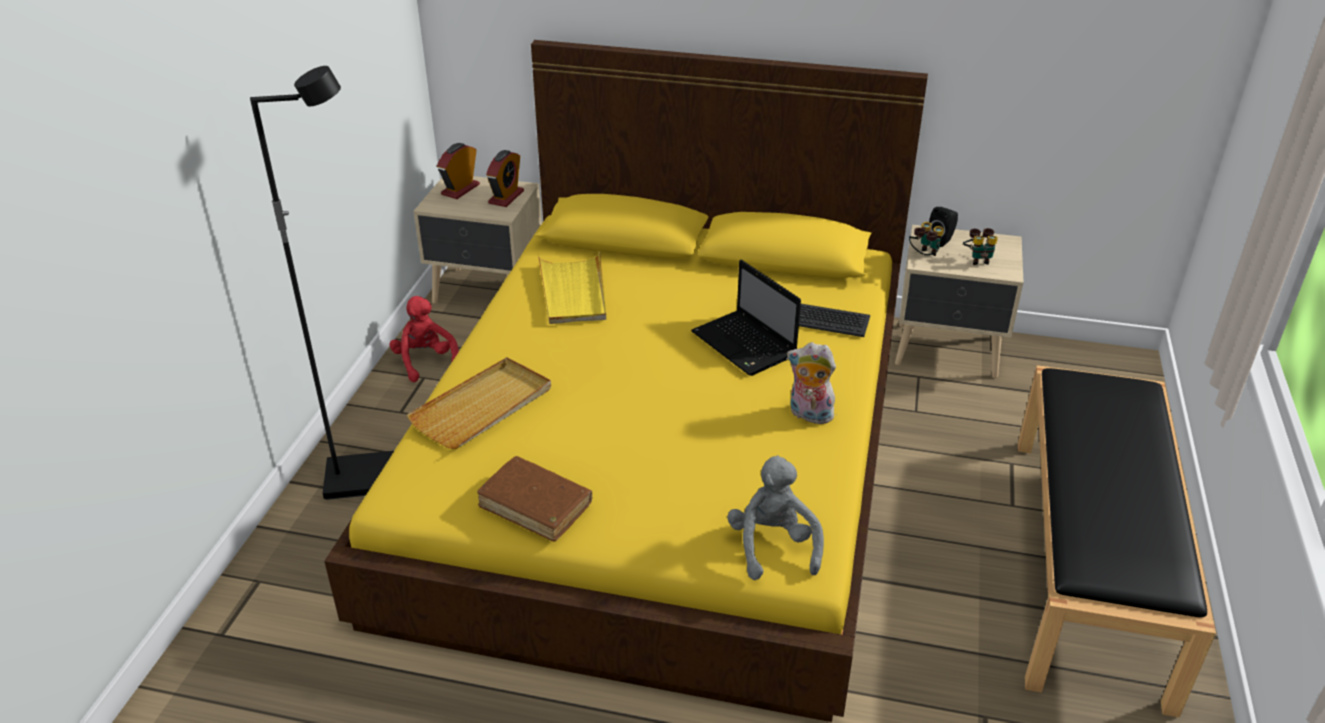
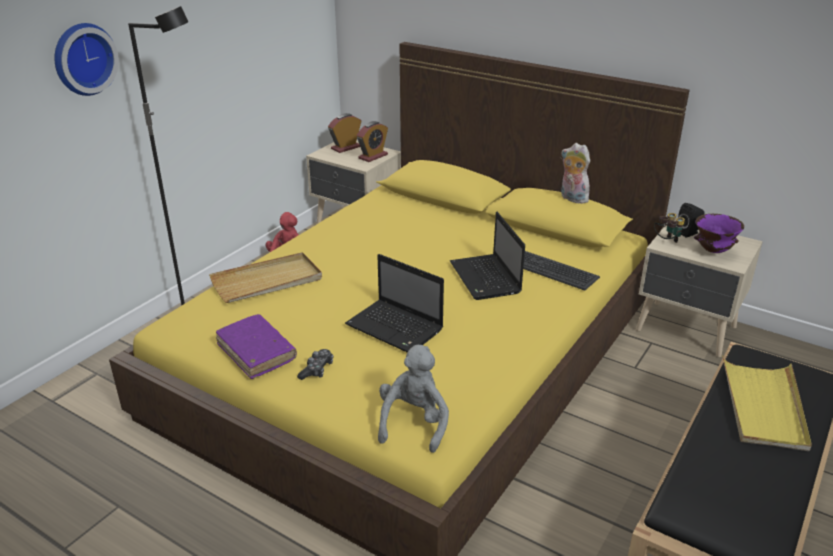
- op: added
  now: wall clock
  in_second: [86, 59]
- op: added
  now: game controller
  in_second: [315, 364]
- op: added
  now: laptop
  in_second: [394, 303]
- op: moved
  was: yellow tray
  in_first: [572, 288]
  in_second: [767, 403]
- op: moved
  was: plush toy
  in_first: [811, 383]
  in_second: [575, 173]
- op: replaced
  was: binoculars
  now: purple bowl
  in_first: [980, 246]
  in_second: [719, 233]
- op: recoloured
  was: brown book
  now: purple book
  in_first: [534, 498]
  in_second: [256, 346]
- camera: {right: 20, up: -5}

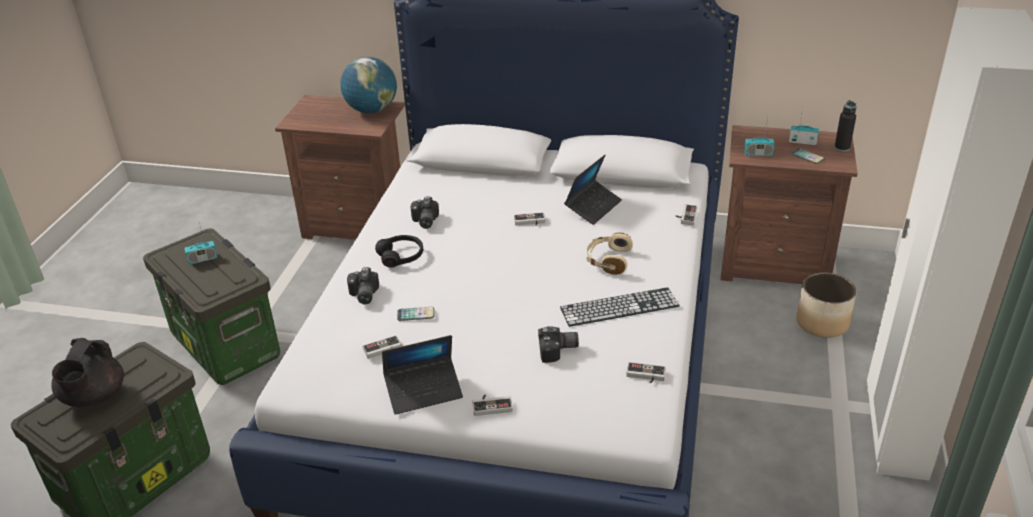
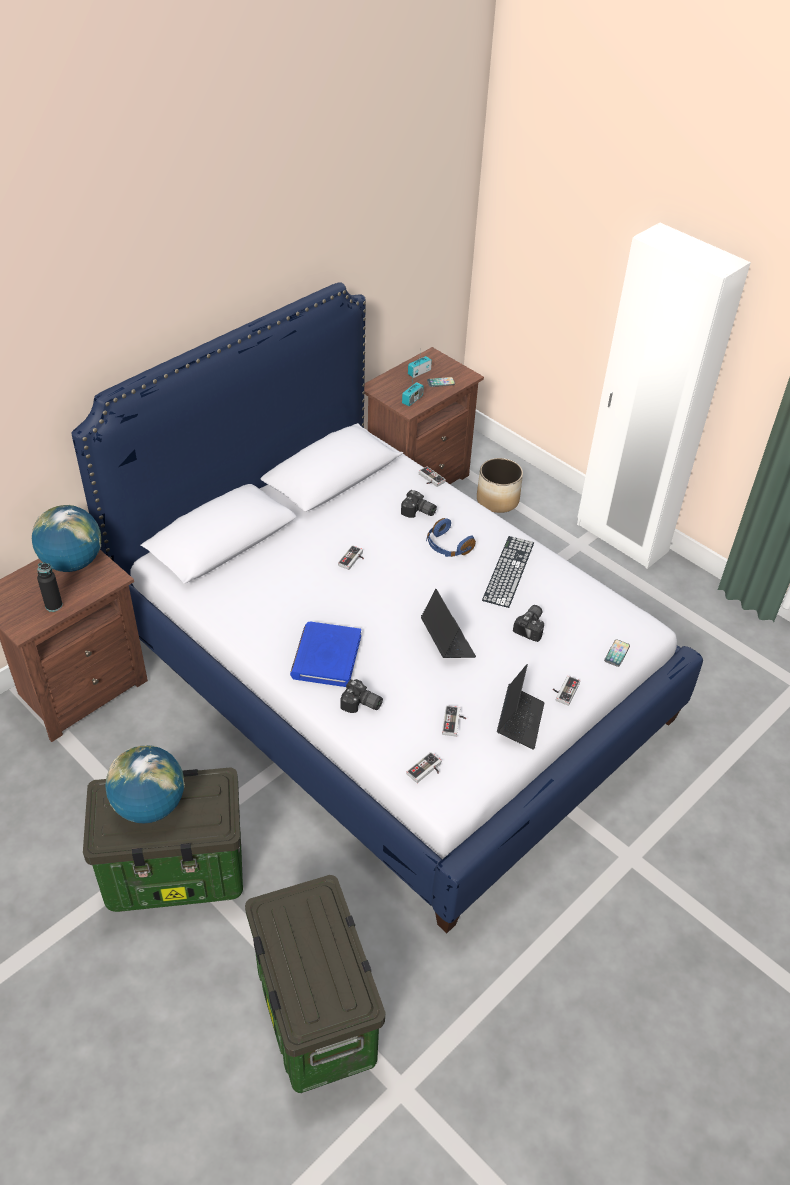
- op: removed
  was: black teapot
  in_first: [87, 372]
- op: moved
  was: phone
  in_first: [416, 314]
  in_second: [617, 653]
- op: moved
  was: photo camera
  in_first: [425, 212]
  in_second: [419, 504]
- op: moved
  was: laptop
  in_first: [593, 190]
  in_second: [448, 623]
- op: moved
  was: game controller
  in_first: [646, 372]
  in_second: [423, 767]
- op: moved
  was: black bottle
  in_first: [845, 126]
  in_second: [50, 587]
- op: replaced
  was: radio
  now: globe
  in_first: [201, 242]
  in_second: [145, 784]
- op: replaced
  was: black headphones
  now: blue book
  in_first: [399, 251]
  in_second: [325, 654]
- op: recoloured
  was: beige headphones
  now: blue headphones
  in_first: [610, 254]
  in_second: [451, 537]
- camera: {right: -60, up: 10}

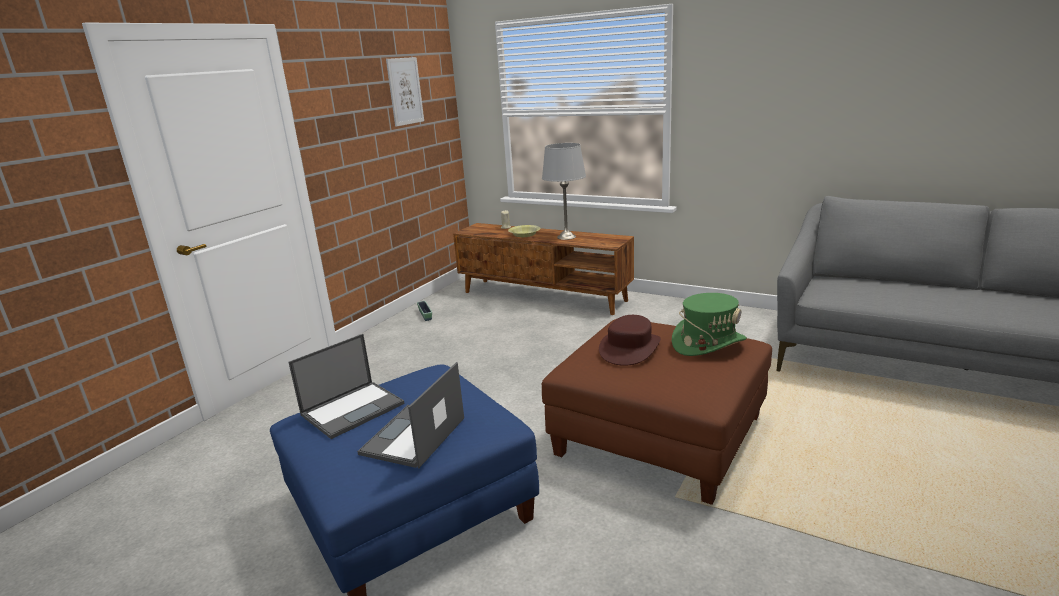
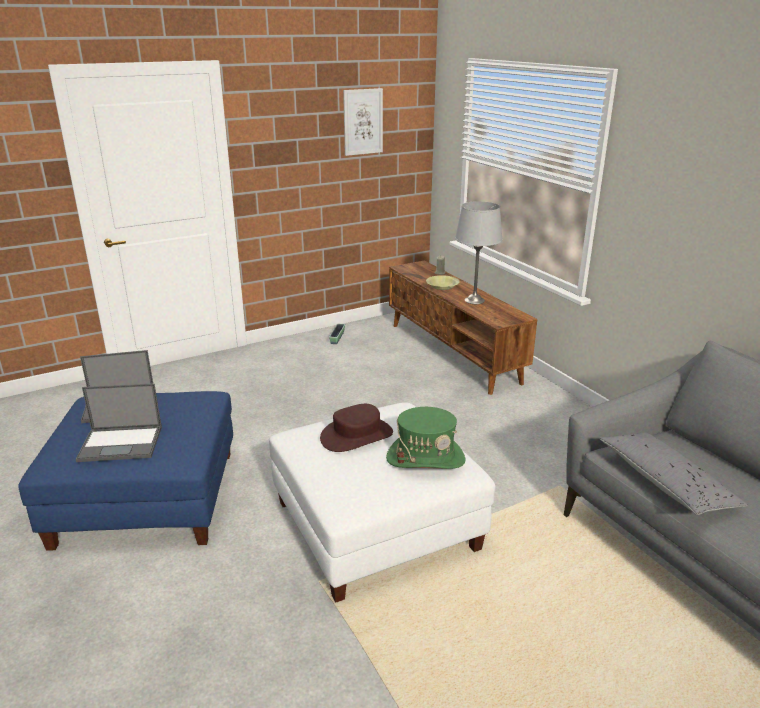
- op: added
  now: grey pillow
  in_second: [673, 474]
- op: recoloured
  was: brown ottoman
  now: white ottoman
  in_first: [657, 412]
  in_second: [382, 502]
- op: turned
  was: laptop
  in_first: [410, 415]
  in_second: [119, 422]
  clockwise: -150
- camera: {right: 30, up: 5}

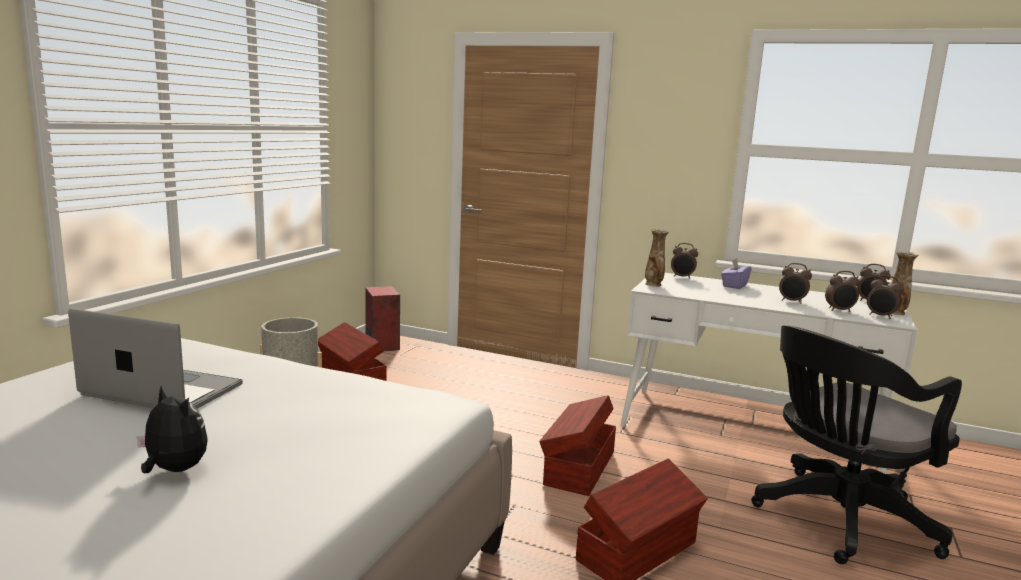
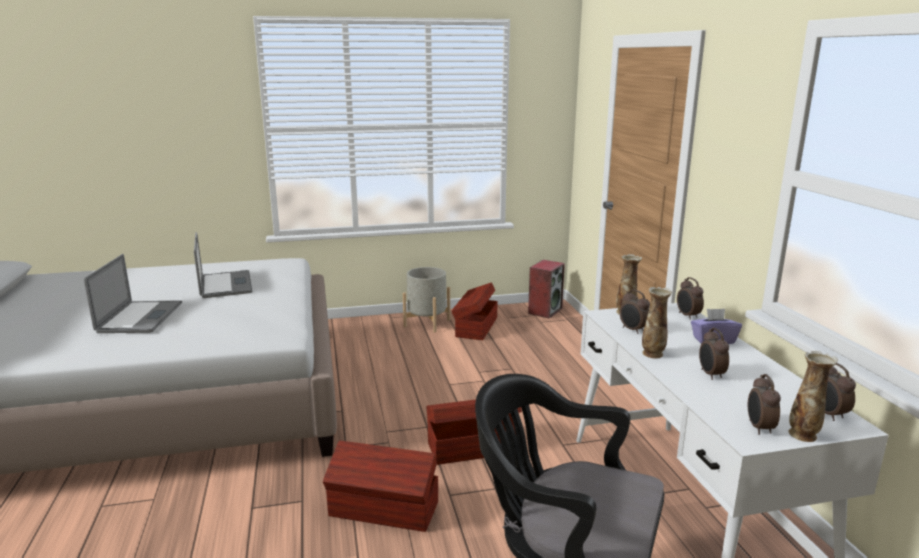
- op: added
  now: vase
  in_second: [657, 322]
- op: moved
  was: alarm clock
  in_first: [842, 291]
  in_second: [634, 312]
- op: replaced
  was: plush toy
  now: laptop
  in_first: [172, 430]
  in_second: [133, 293]
- camera: {right: 55, up: 5}

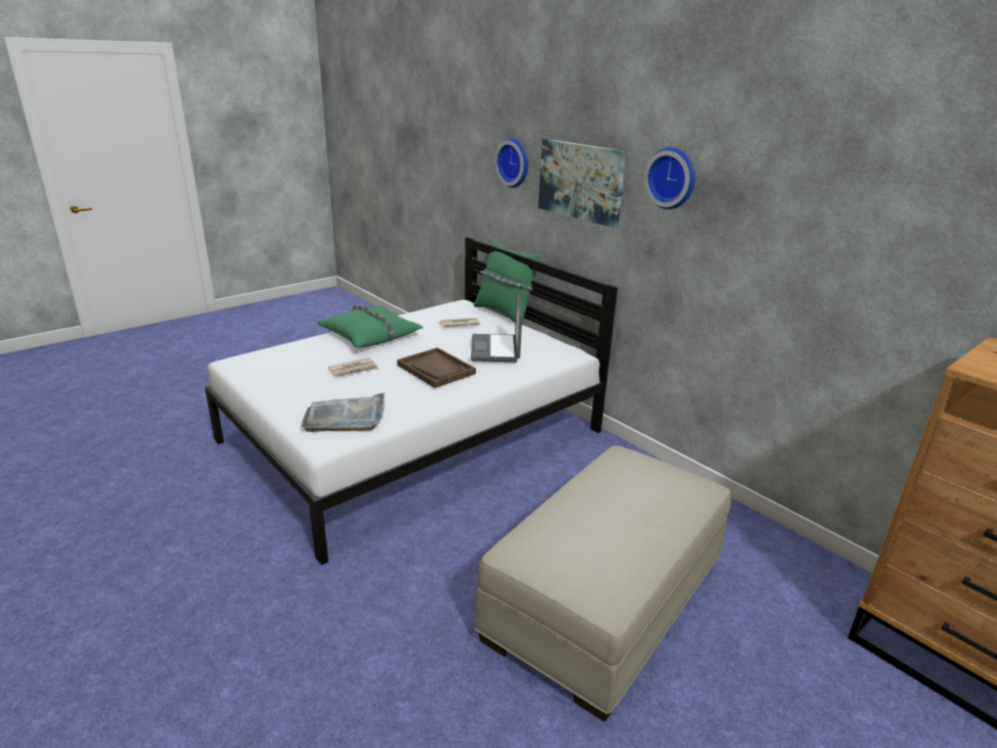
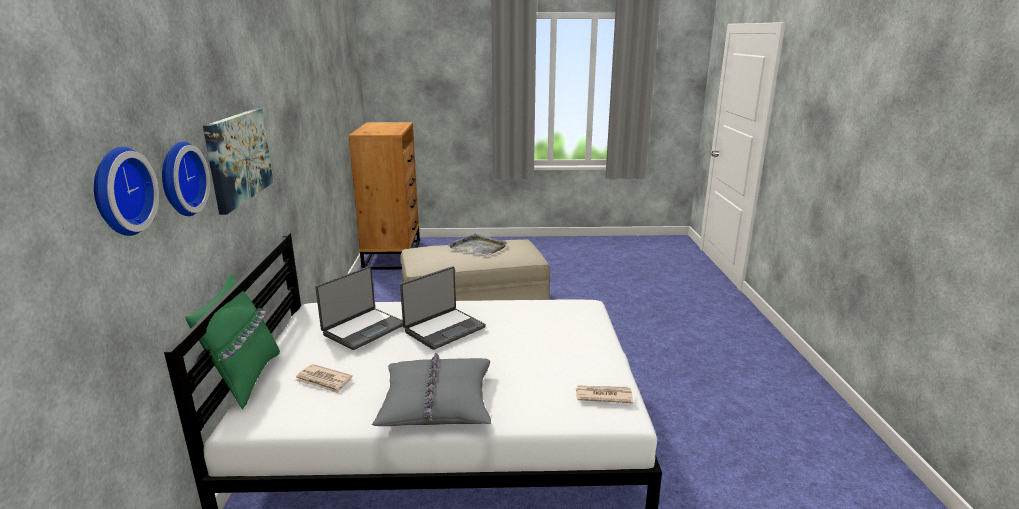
- op: moved
  was: grey tray
  in_first: [342, 412]
  in_second: [477, 244]
- op: moved
  was: newspaper
  in_first: [353, 368]
  in_second: [604, 394]
- op: moved
  was: wall clock
  in_first: [669, 178]
  in_second: [126, 191]
- op: replaced
  was: brown tray
  now: laptop
  in_first: [436, 367]
  in_second: [443, 308]
- op: recoloured
  was: green pillow
  now: grey pillow
  in_first: [370, 326]
  in_second: [431, 389]
- camera: {right: -140, up: -5}

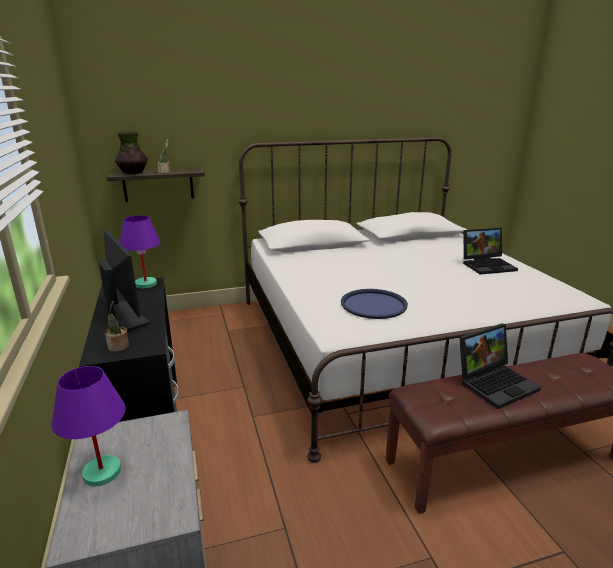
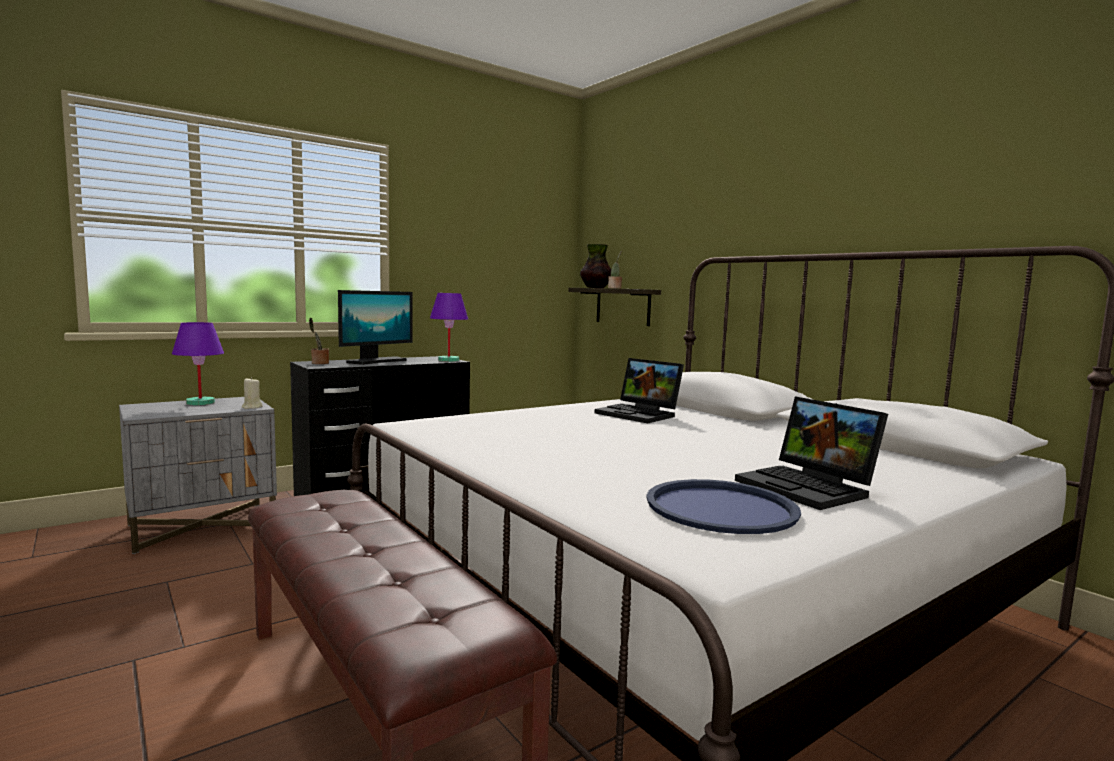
- op: added
  now: beige candle
  in_second: [252, 393]
- op: moved
  was: blue tray
  in_first: [374, 304]
  in_second: [723, 506]
- op: moved
  was: laptop
  in_first: [500, 366]
  in_second: [639, 390]
- camera: {right: 70, up: -15}

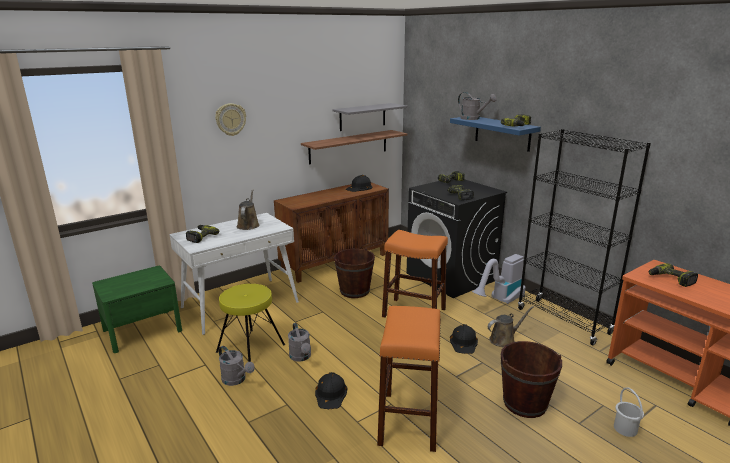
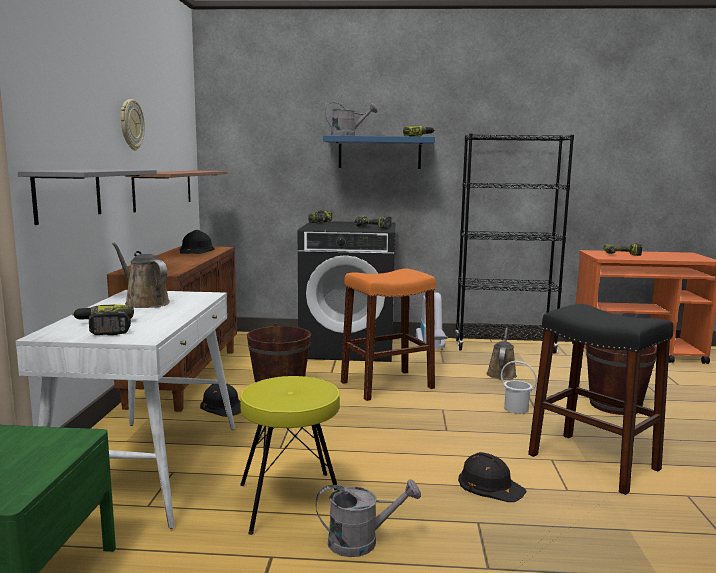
- op: removed
  was: grey watering can
  in_first: [299, 342]
- op: moved
  was: wall clock
  in_first: [230, 119]
  in_second: [133, 124]
- op: moved
  was: grey shelf
  in_first: [370, 117]
  in_second: [87, 197]
- op: moved
  was: black hard hat
  in_first: [464, 339]
  in_second: [220, 400]
- op: moved
  was: white bucket
  in_first: [629, 412]
  in_second: [519, 387]
- op: recoloured
  was: orange stool
  now: black stool
  in_first: [409, 379]
  in_second: [601, 399]
- camera: {right: -50, up: -10}

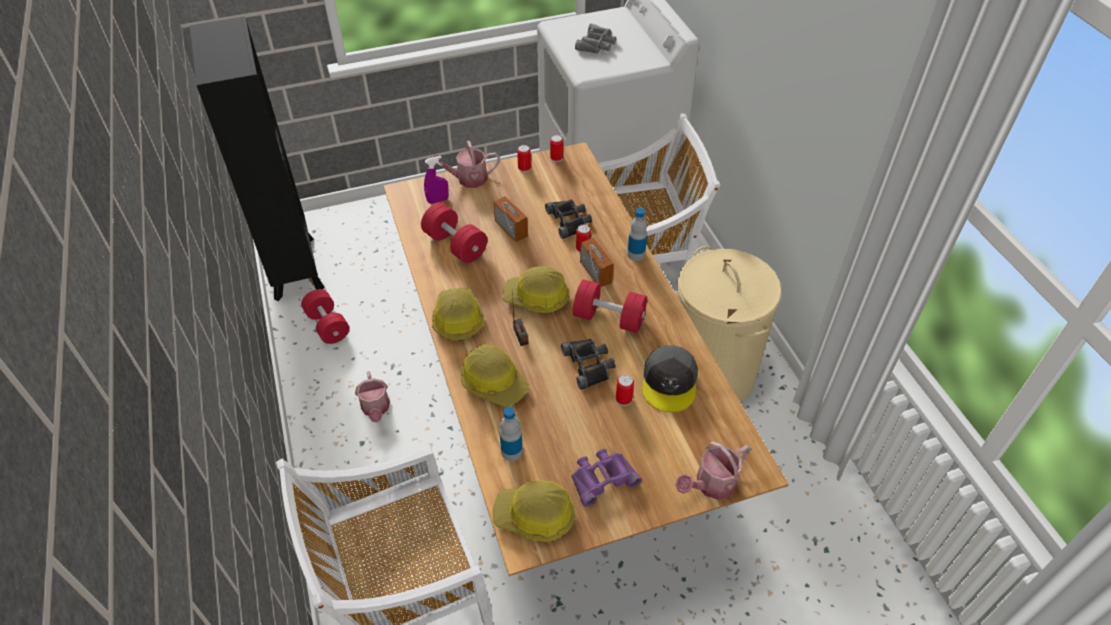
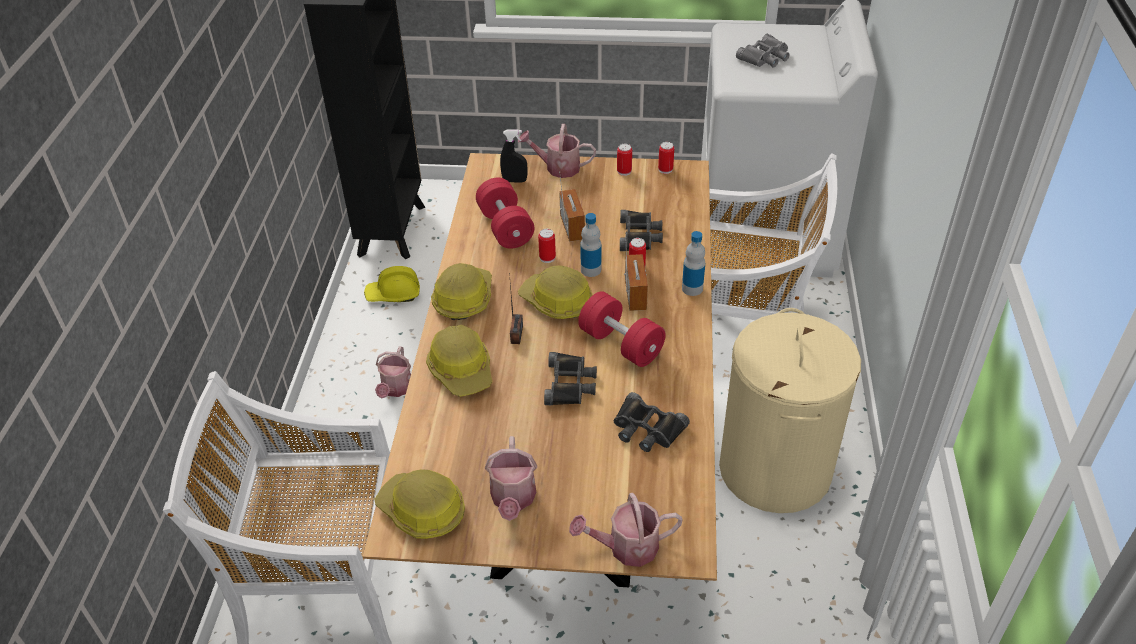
- op: moved
  was: bottle
  in_first: [511, 434]
  in_second: [590, 245]
- op: moved
  was: can
  in_first: [625, 390]
  in_second: [547, 246]
- op: replaced
  was: red dumbbell
  now: yellow hard hat
  in_first: [325, 316]
  in_second: [392, 284]
- op: replaced
  was: purple binoculars
  now: watering can
  in_first: [606, 478]
  in_second: [511, 478]
- op: replaced
  was: grey cap
  now: black binoculars
  in_first: [670, 378]
  in_second: [651, 422]
- op: recoloured
  was: purple spray bottle
  now: black spray bottle
  in_first: [436, 180]
  in_second: [513, 155]
- camera: {right: 25, up: -5}

